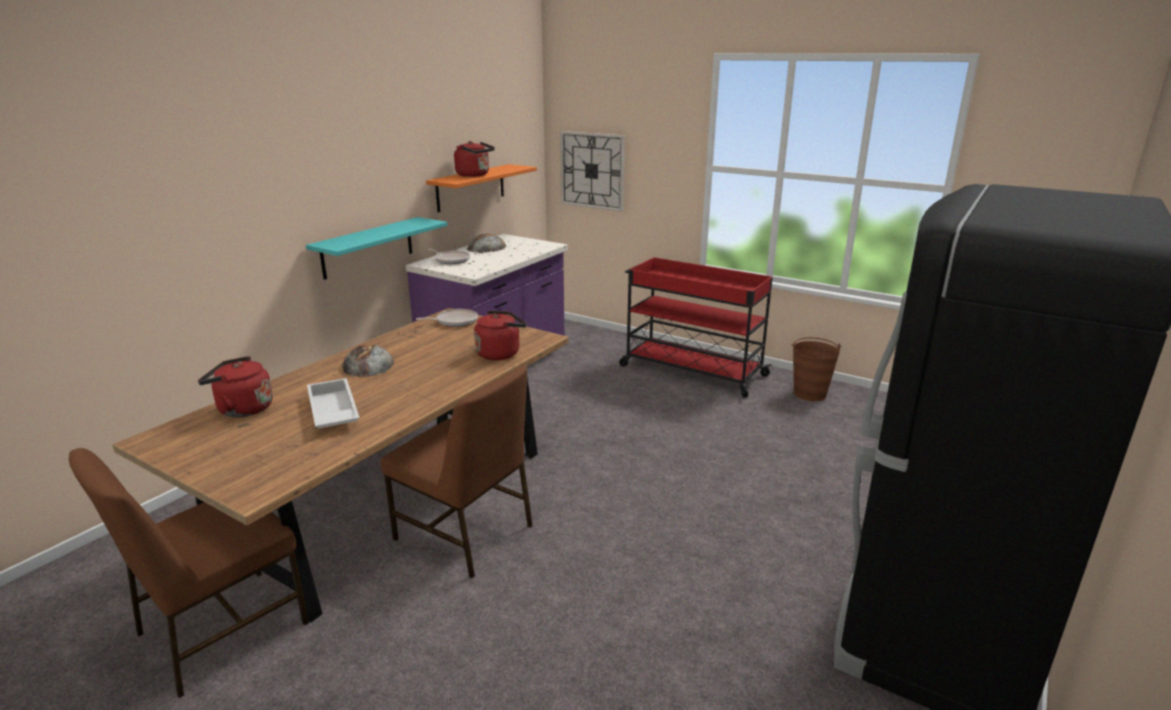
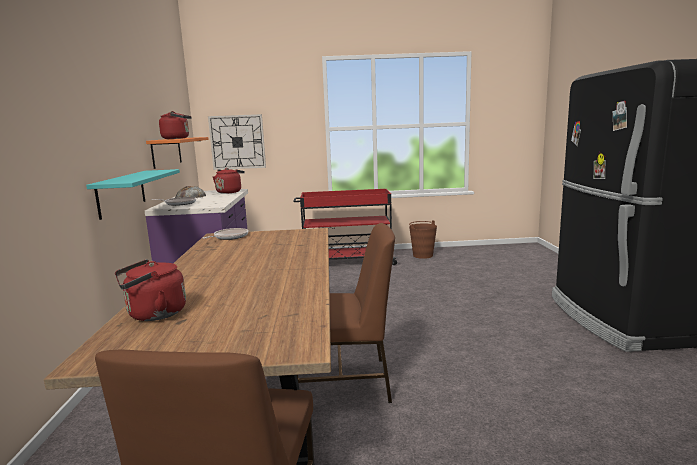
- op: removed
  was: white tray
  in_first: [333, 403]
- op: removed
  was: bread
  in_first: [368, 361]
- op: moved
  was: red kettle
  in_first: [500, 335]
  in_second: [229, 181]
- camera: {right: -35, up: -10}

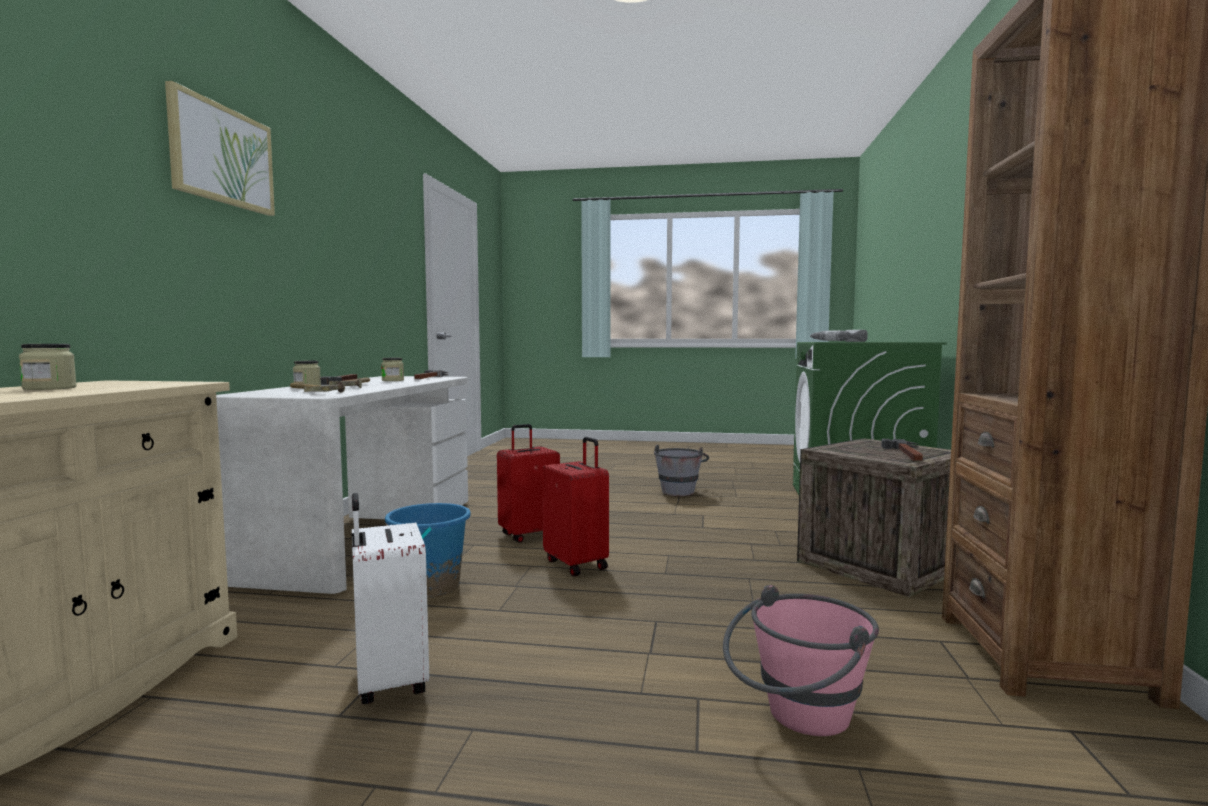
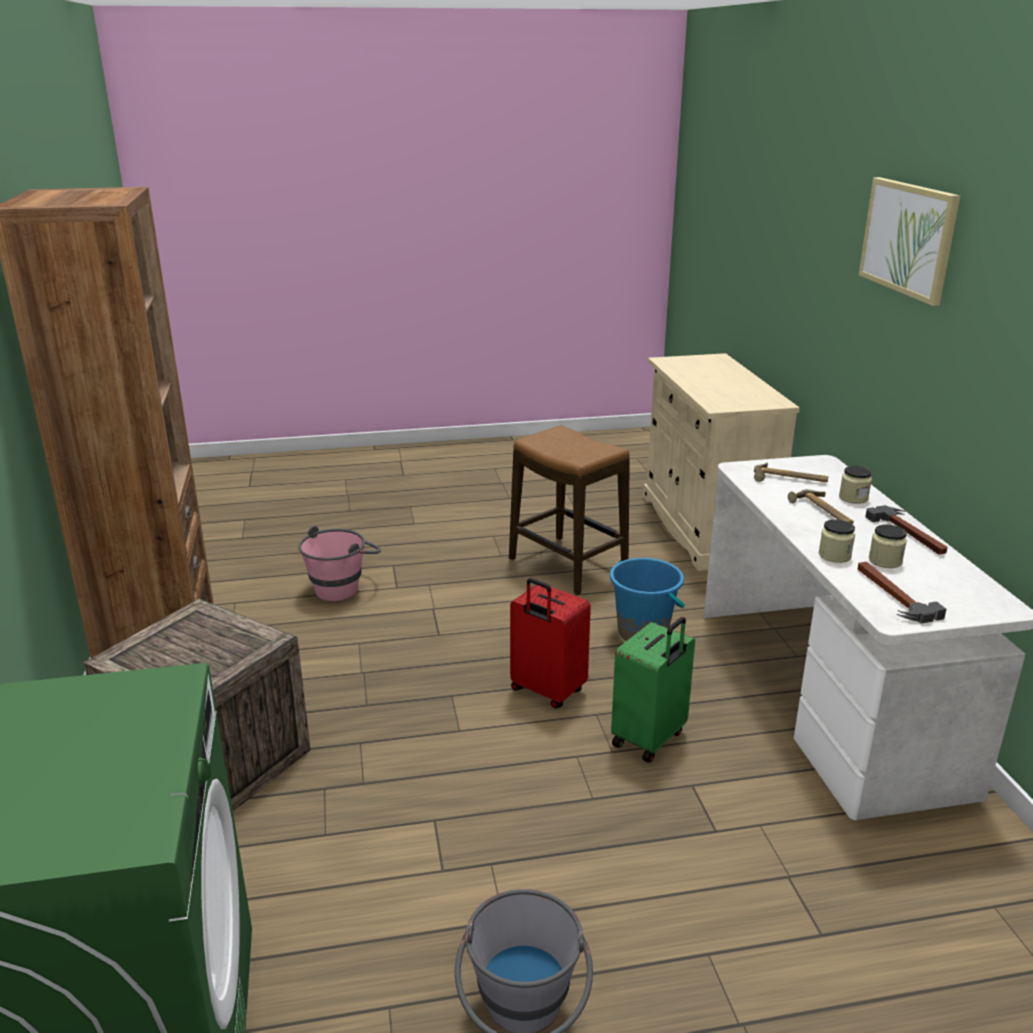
- op: removed
  was: power drill
  in_first: [839, 336]
- op: removed
  was: hammer
  in_first: [902, 450]
- op: moved
  was: jar
  in_first: [48, 367]
  in_second: [837, 541]
- op: replaced
  was: white suitcase
  now: stool
  in_first: [390, 598]
  in_second: [569, 510]
- op: recoloured
  was: red suitcase
  now: green suitcase
  in_first: [528, 483]
  in_second: [653, 690]
- camera: {right: 160, up: 20}

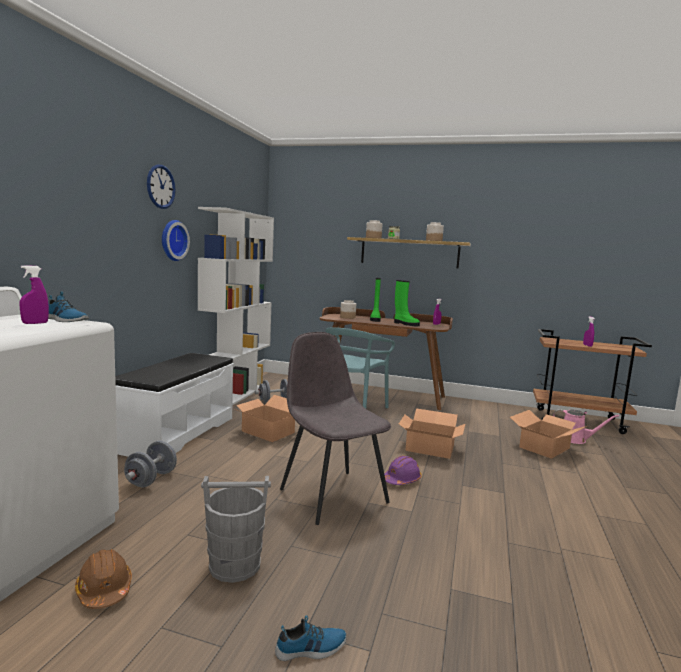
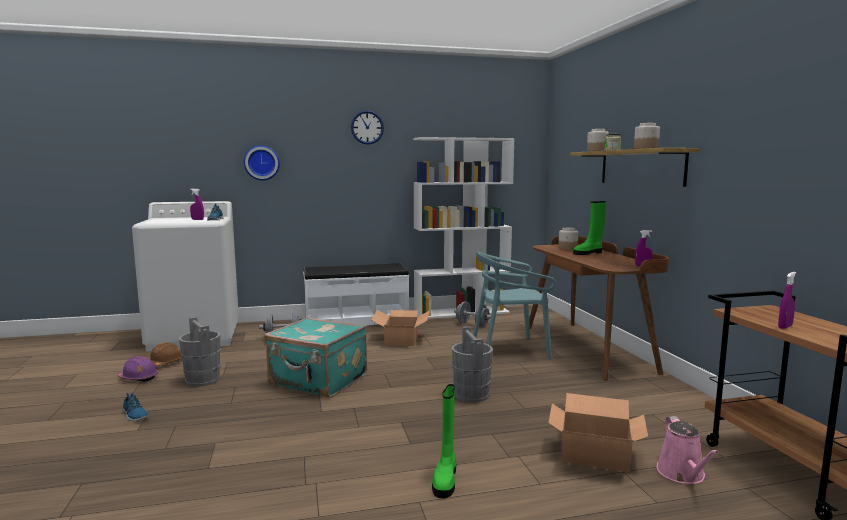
- op: moved
  was: wall clock
  in_first: [176, 240]
  in_second: [262, 163]
- op: moved
  was: purple hard hat
  in_first: [403, 470]
  in_second: [137, 369]
- op: moved
  was: green boot
  in_first: [407, 303]
  in_second: [444, 441]
- op: replaced
  was: grey chair
  now: turquoise suitcase
  in_first: [335, 428]
  in_second: [315, 357]
- op: replaced
  was: cardboard box
  now: grey bucket
  in_first: [432, 433]
  in_second: [472, 365]
- camera: {right: 60, up: 0}

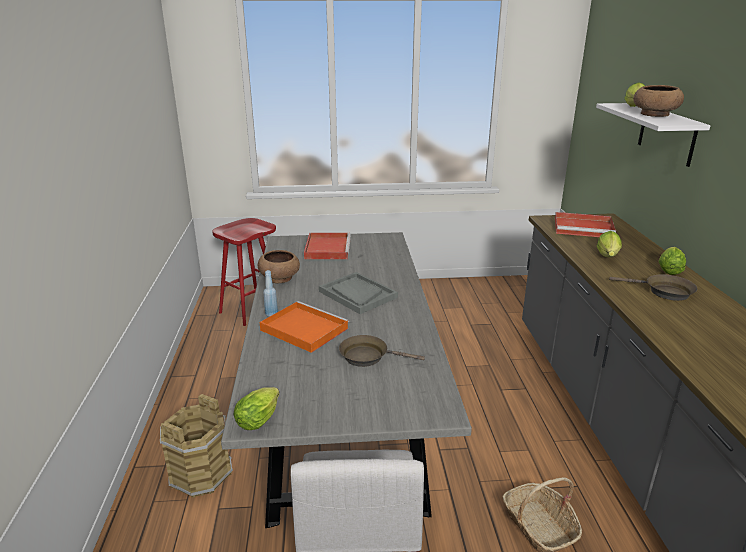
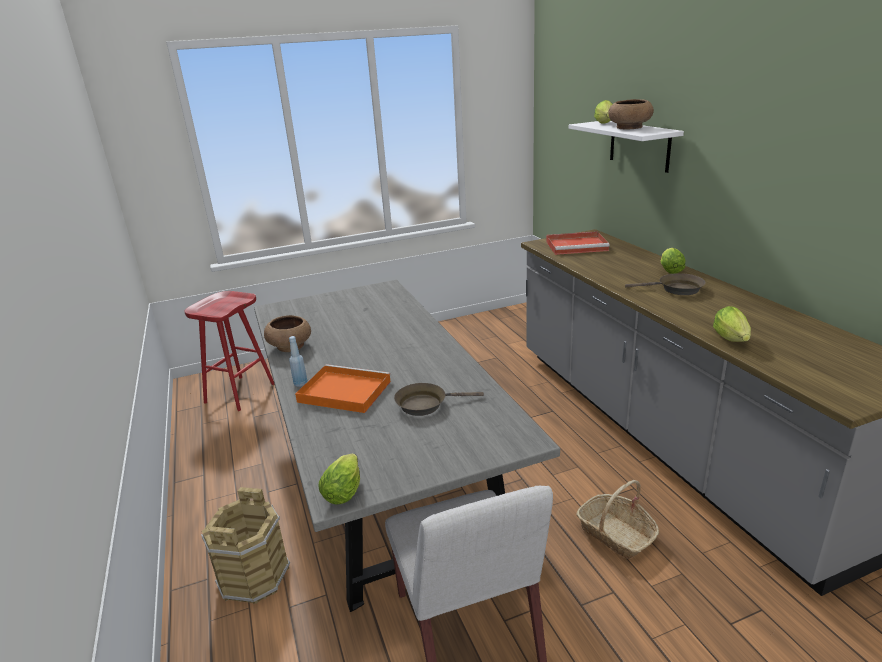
- op: removed
  was: red tray
  in_first: [327, 246]
- op: removed
  was: grey tray
  in_first: [358, 293]
- op: moved
  was: lettuce
  in_first: [609, 244]
  in_second: [732, 324]
- camera: {right: -15, up: 0}

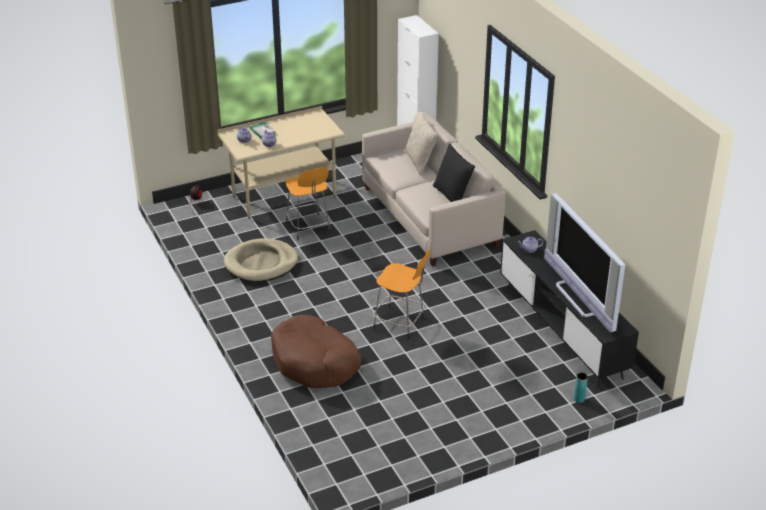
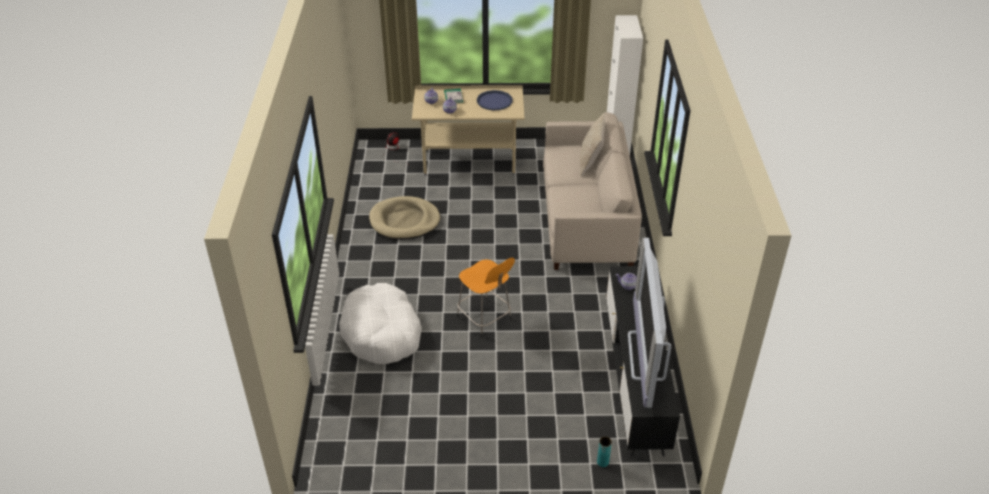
- op: removed
  was: orange stool
  in_first: [308, 203]
- op: removed
  was: black pillow
  in_first: [454, 172]
- op: added
  now: blue tray
  in_second: [495, 100]
- op: recoloured
  was: brown dog bed
  now: white dog bed
  in_first: [316, 351]
  in_second: [380, 324]
- camera: {right: 25, up: 5}

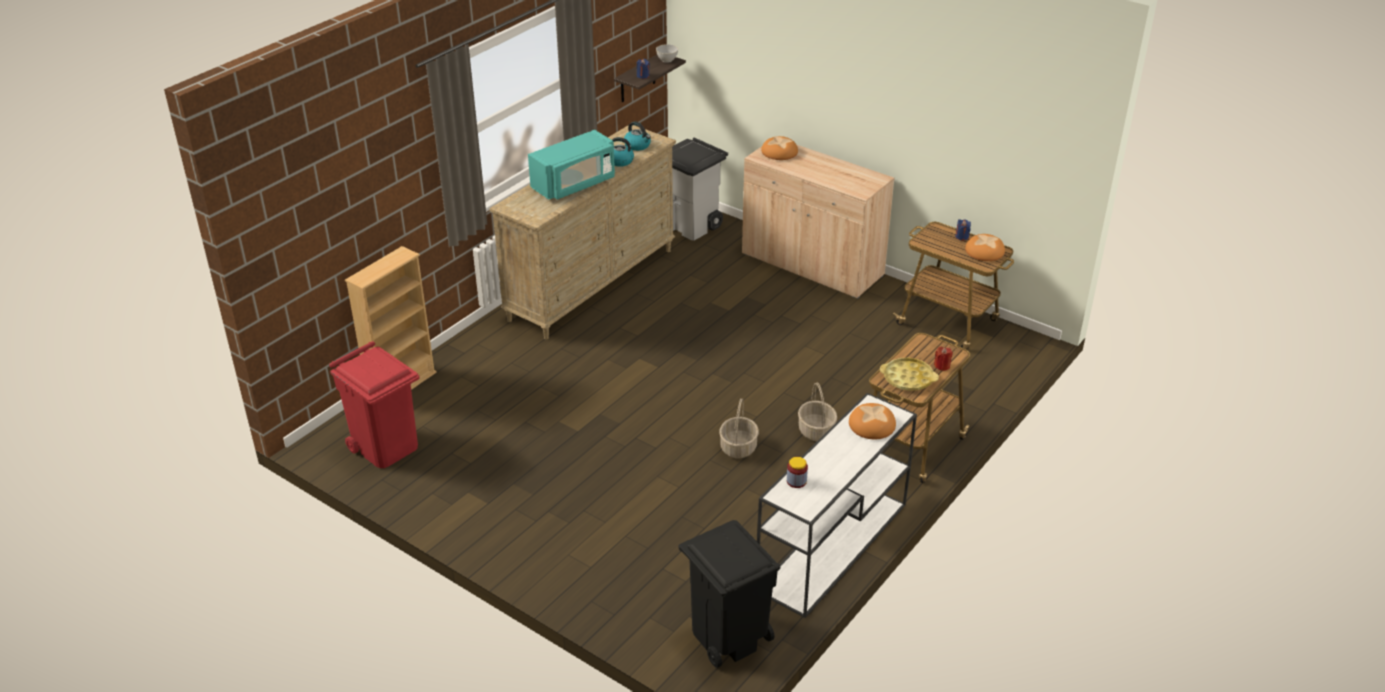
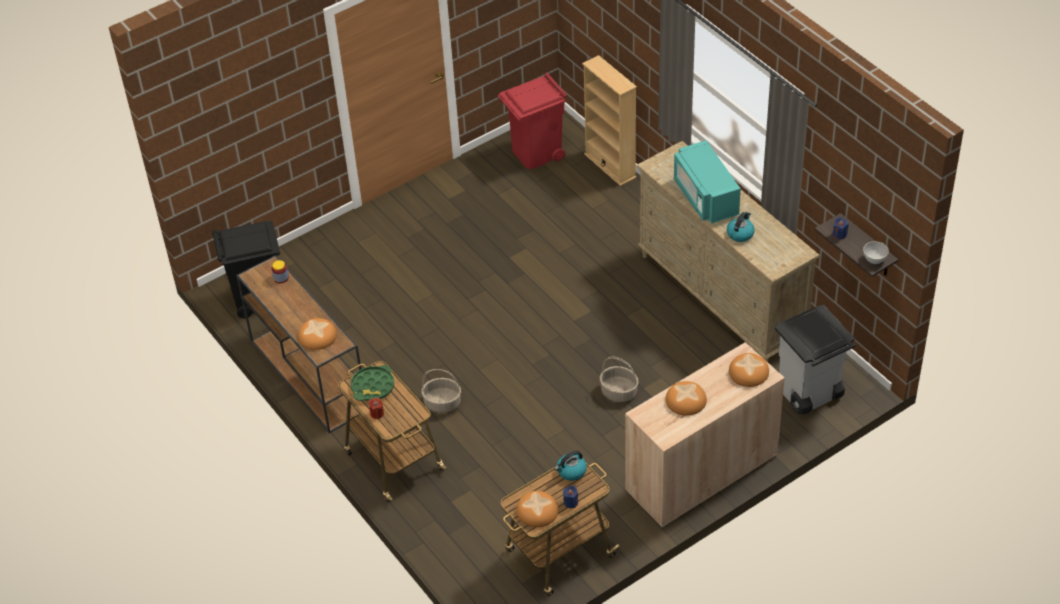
- op: added
  now: bread
  in_second: [686, 398]
- op: moved
  was: kettle
  in_first: [637, 136]
  in_second: [570, 466]
- op: moved
  was: basket
  in_first: [739, 428]
  in_second: [619, 379]
- op: recoloured
  was: white console table
  now: brown console table
  in_first: [837, 505]
  in_second: [298, 344]
- op: recoloured
  was: yellow tray
  now: green tray
  in_first: [909, 374]
  in_second: [372, 383]
- camera: {right: 110, up: 10}

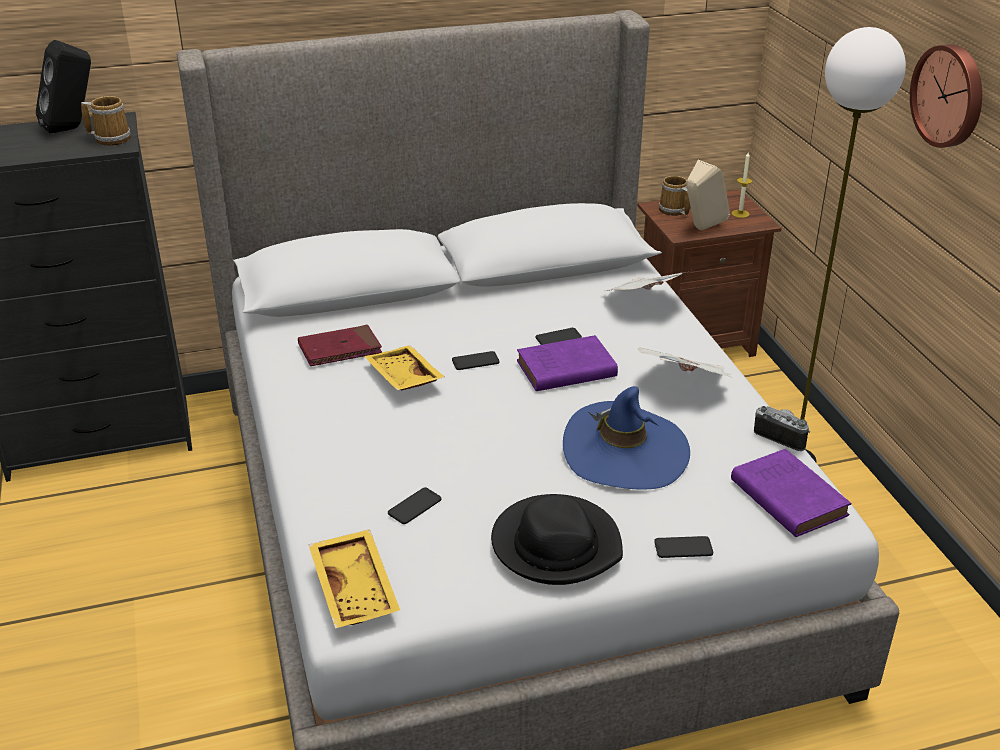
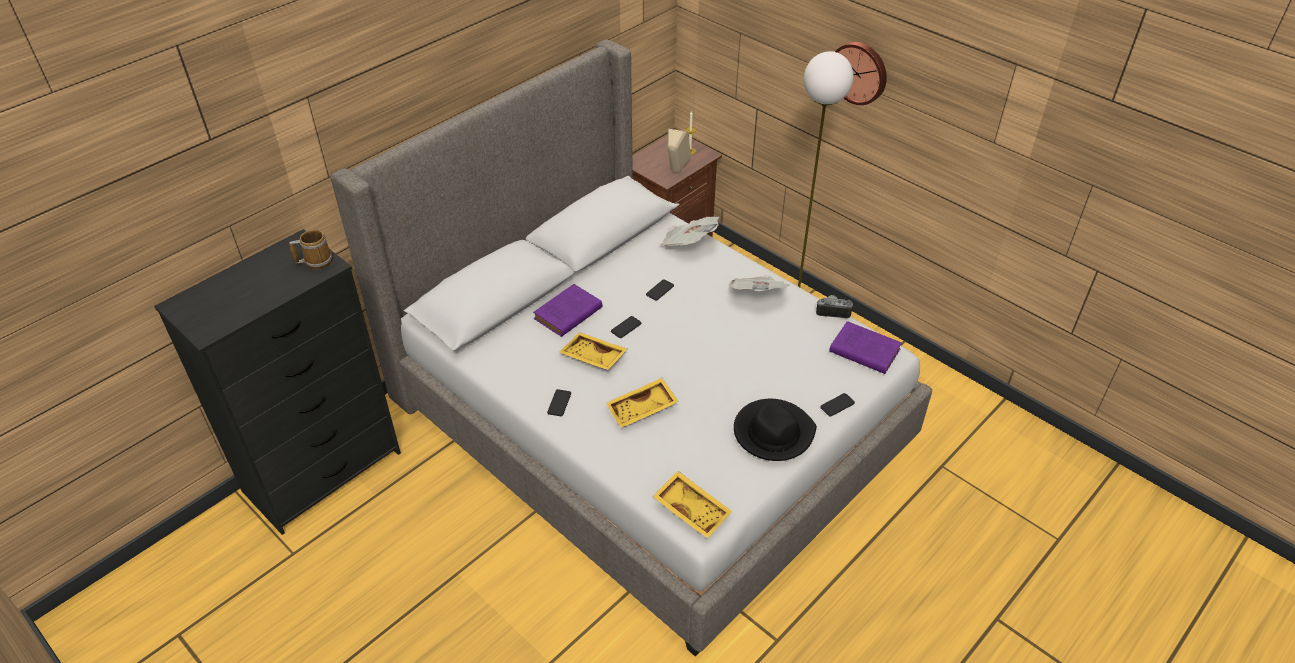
- op: removed
  was: black speaker
  in_first: [63, 87]
- op: removed
  was: red book
  in_first: [340, 345]
- op: removed
  was: blue hat
  in_first: [626, 438]
- op: removed
  was: mug
  in_first: [674, 196]
- op: added
  now: yellow tray
  in_second: [642, 403]
- op: moved
  was: phone
  in_first: [414, 506]
  in_second: [559, 402]
- op: moved
  was: purple book
  in_first: [567, 363]
  in_second: [567, 310]
- camera: {right: -30, up: 10}

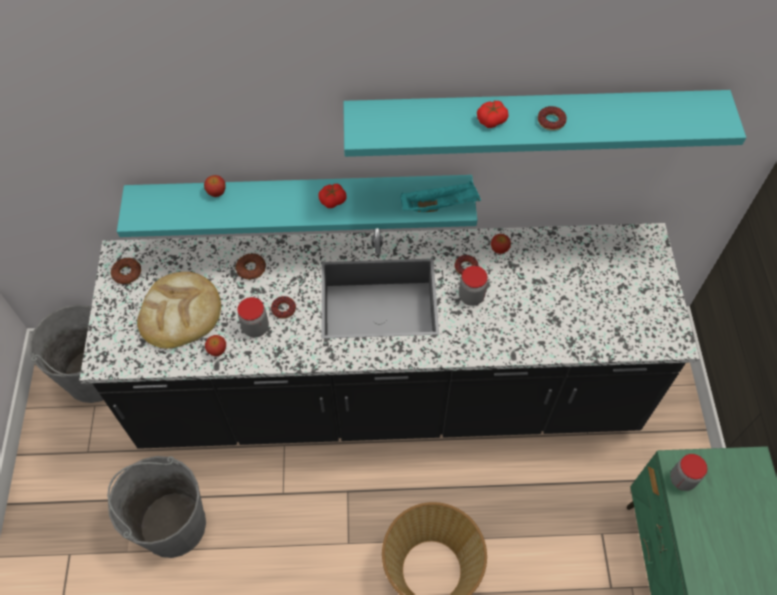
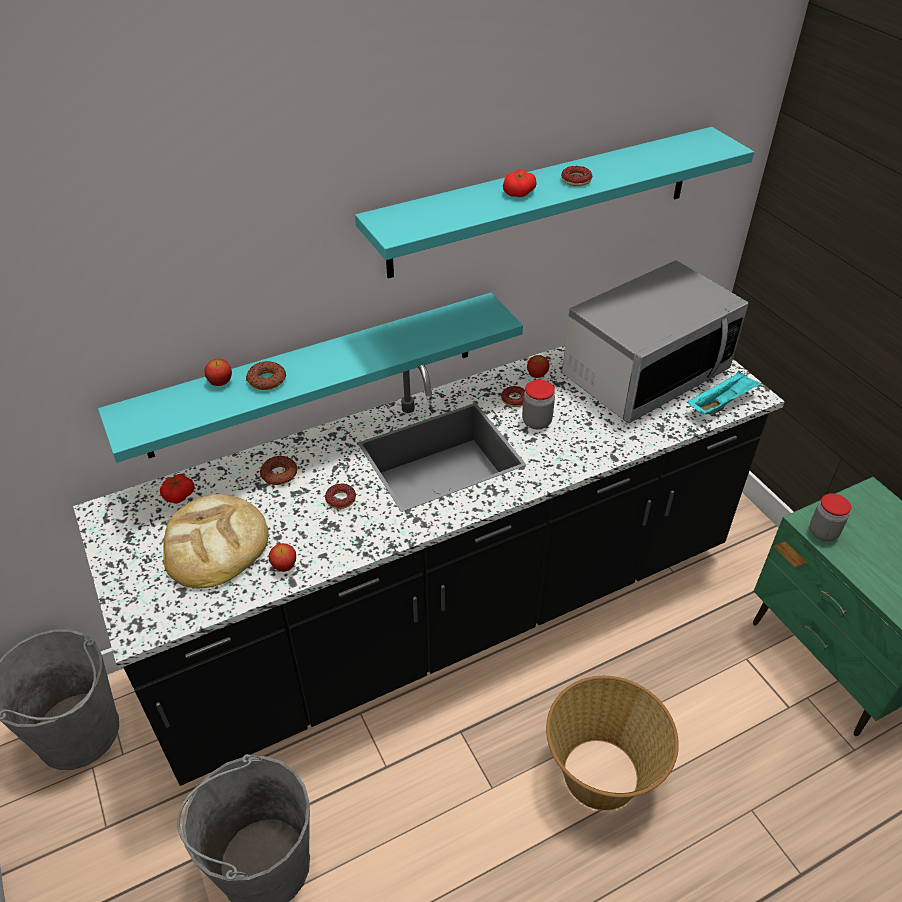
- op: removed
  was: jar
  in_first: [253, 317]
- op: added
  now: microwave
  in_second: [655, 341]
- op: moved
  was: donut
  in_first: [126, 270]
  in_second: [266, 375]
- op: moved
  was: tomato
  in_first: [333, 196]
  in_second: [177, 489]
- op: moved
  was: turquoise tray
  in_first: [440, 196]
  in_second: [725, 392]
- camera: {right: -25, up: -15}

